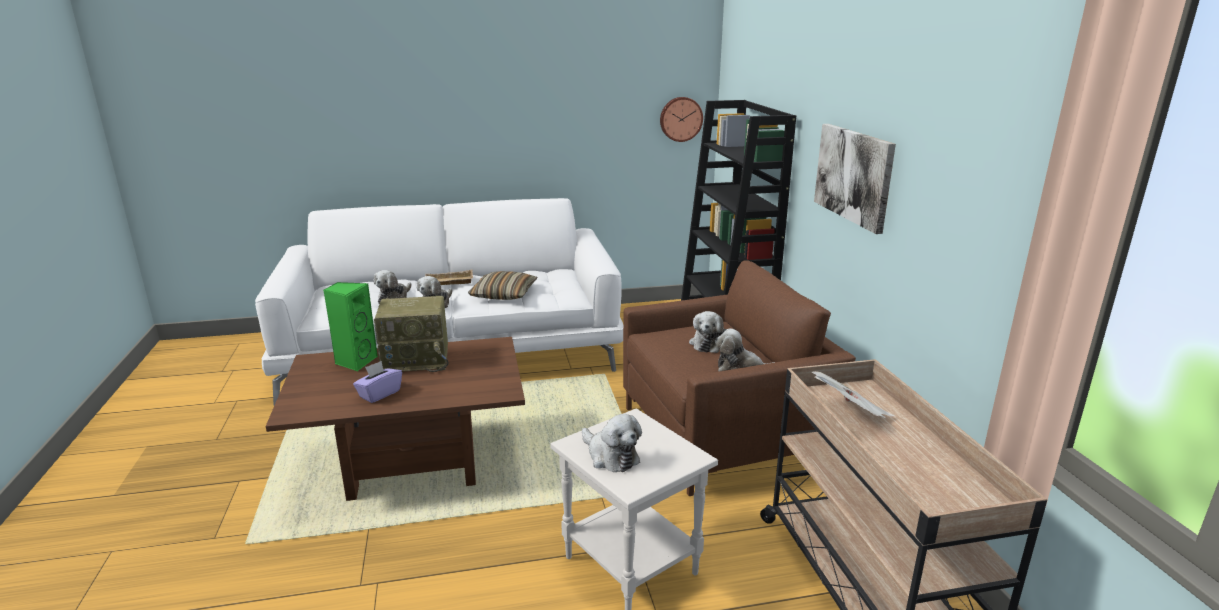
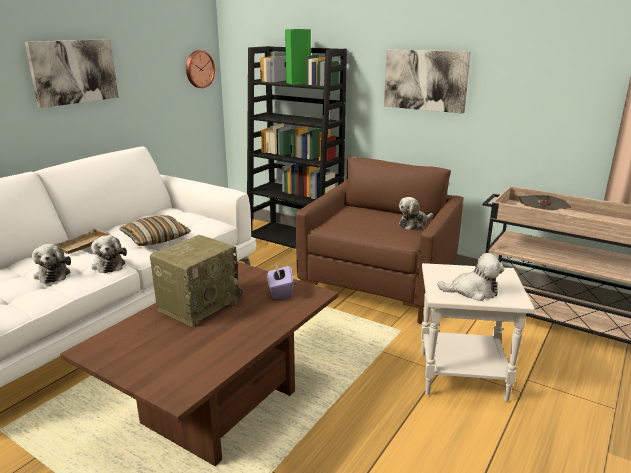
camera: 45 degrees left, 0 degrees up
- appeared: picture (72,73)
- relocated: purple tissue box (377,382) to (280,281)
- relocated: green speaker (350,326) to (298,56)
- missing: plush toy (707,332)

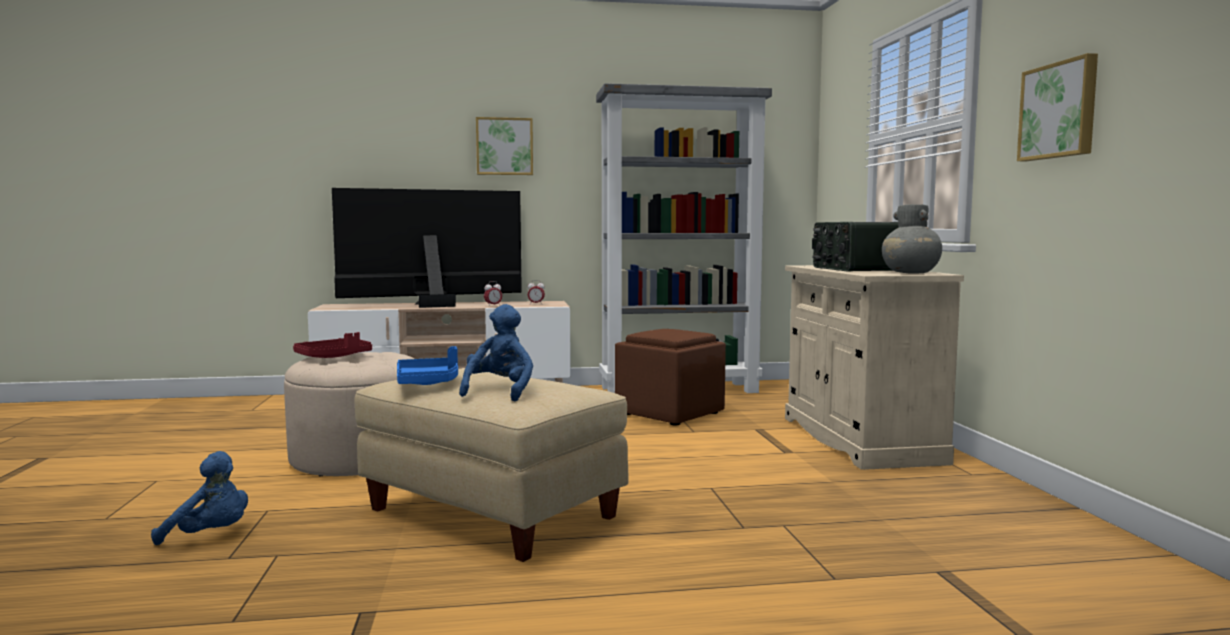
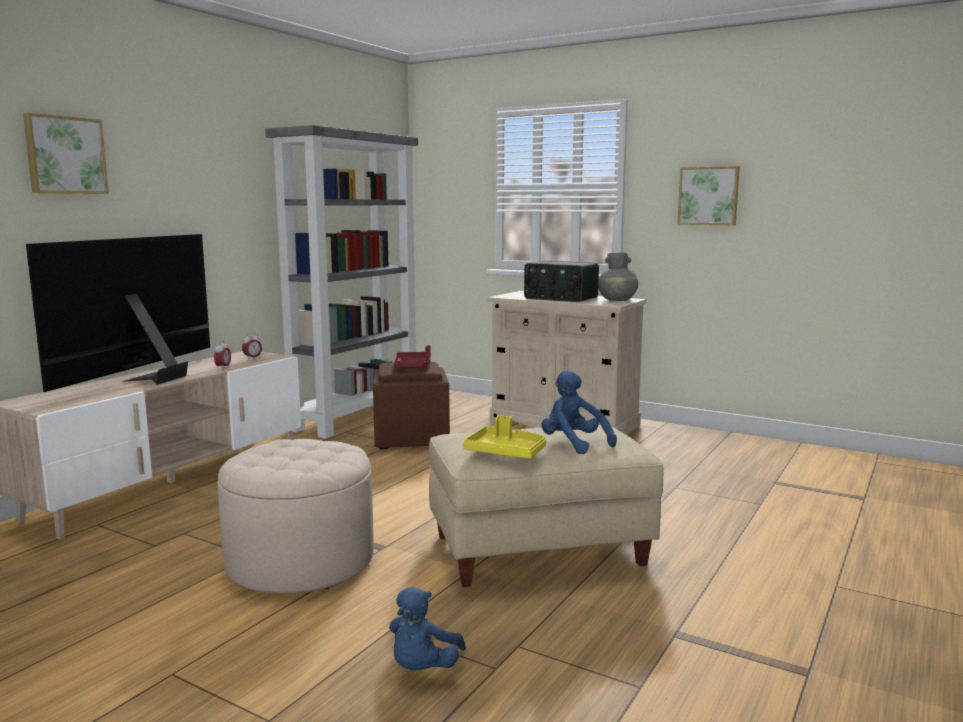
camera: 50 degrees left, 5 degrees up
- relocated: picture (504,146) to (66,153)
- spun: blue plush toy (199,498) = (427,628) 150 degrees clockwise
- relocated: red tray (332,345) to (412,356)
- colour: blue tray (427,365) to yellow tray (504,437)

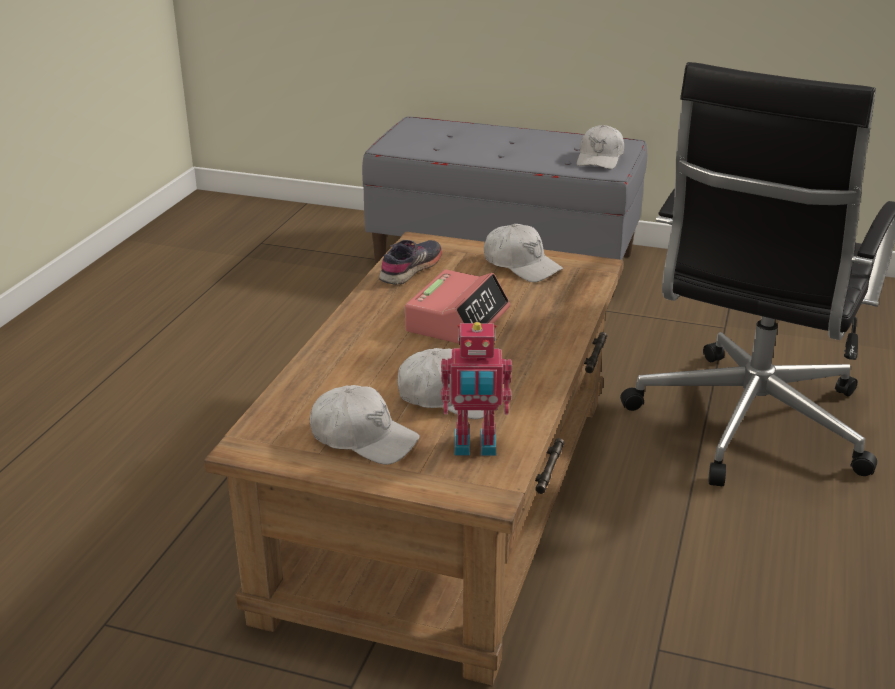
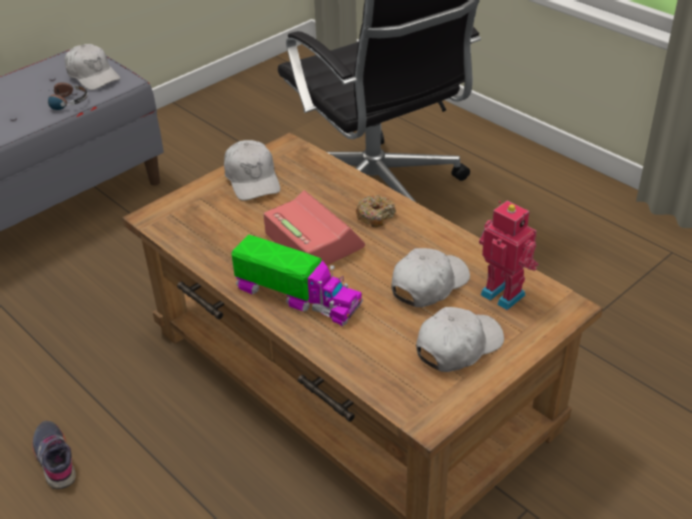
camera: 60 degrees left, 10 degrees up
- relocated: grey shoe (410,262) to (54,455)
- appeared: headphones (67,96)
- spun: white cap (523,253) = (252,170) 90 degrees clockwise
- appeared: toy truck (297,280)
- appeared: donut (376,211)
- spun: toy robot (476,389) = (508,255) 75 degrees counterclockwise

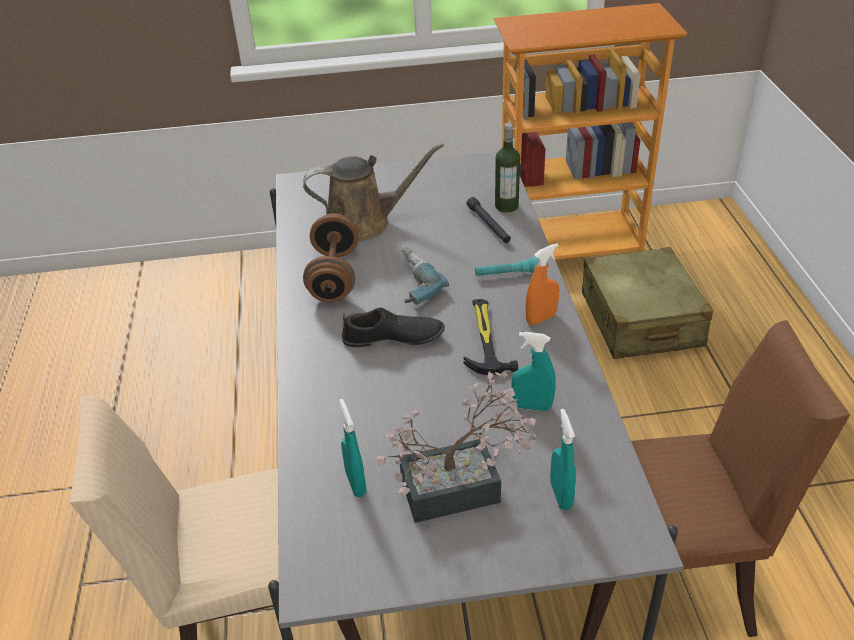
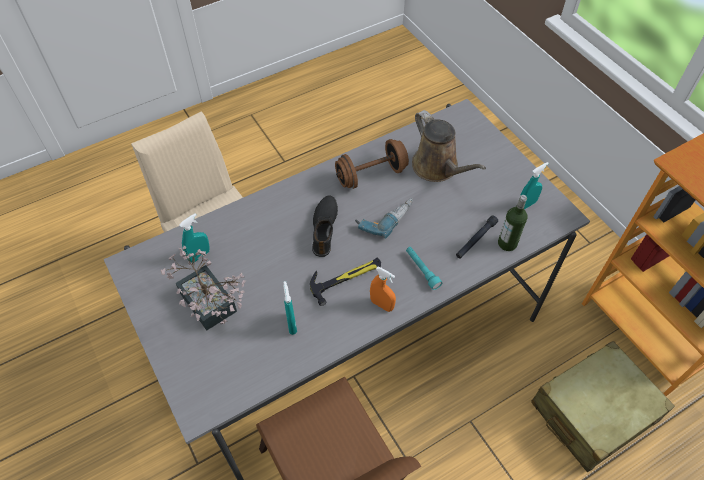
camera: 65 degrees right, 15 degrees up
- spun: black shoe (393,327) = (325,226) 150 degrees counterclockwise
- relocated: turquoise spray bottle (563,459) to (534,185)

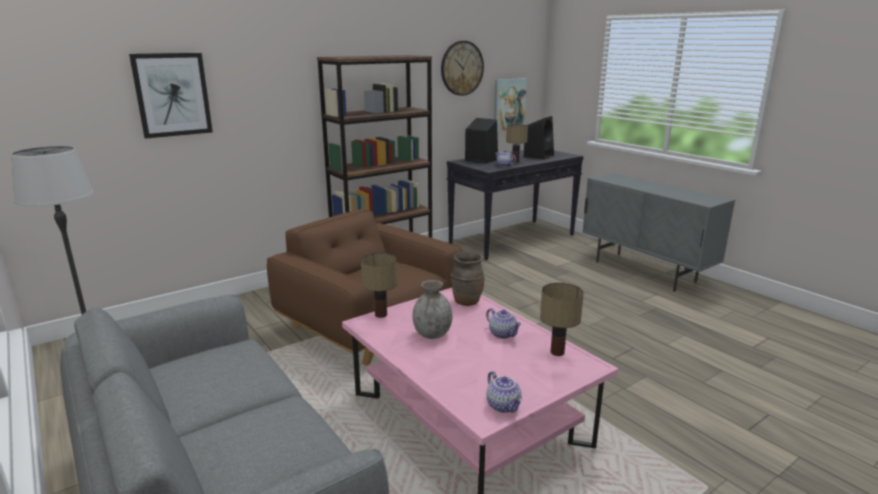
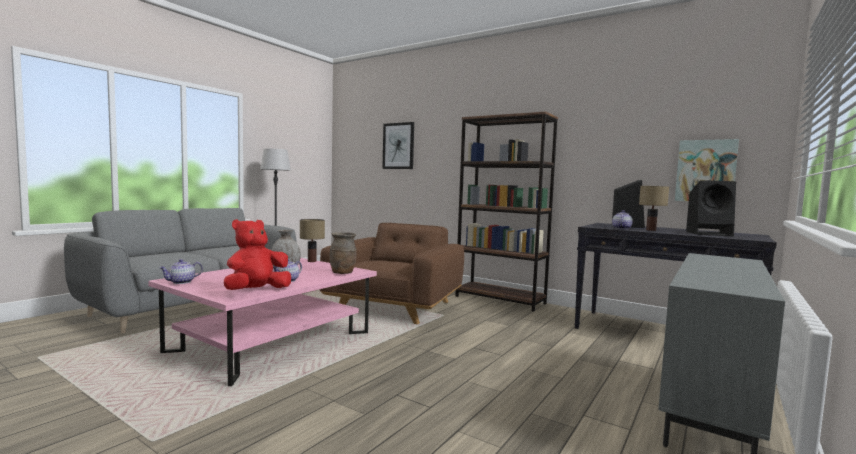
camera: 70 degrees right, 15 degrees down
- exchanged: table lamp (562,319) to red plush toy (257,254)
- missing: wall clock (462,68)

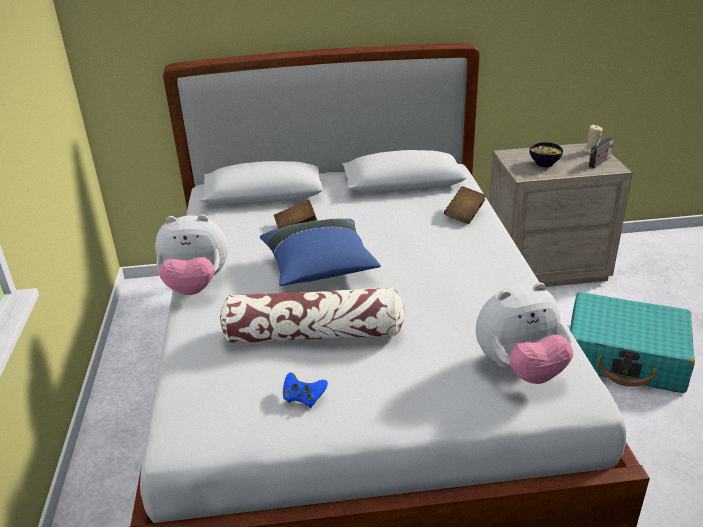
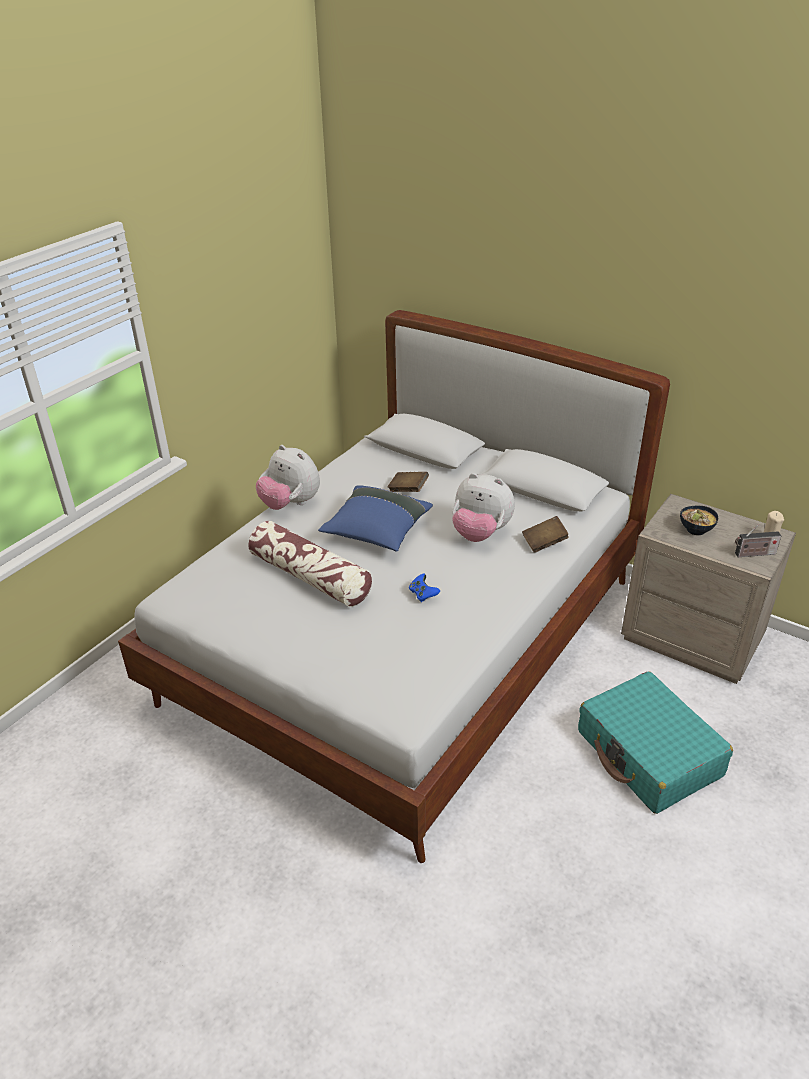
camera: 40 degrees right, 5 degrees up
- relocated: blue game controller (305,390) to (424,588)
- relocated: plush toy (524,333) to (483,507)

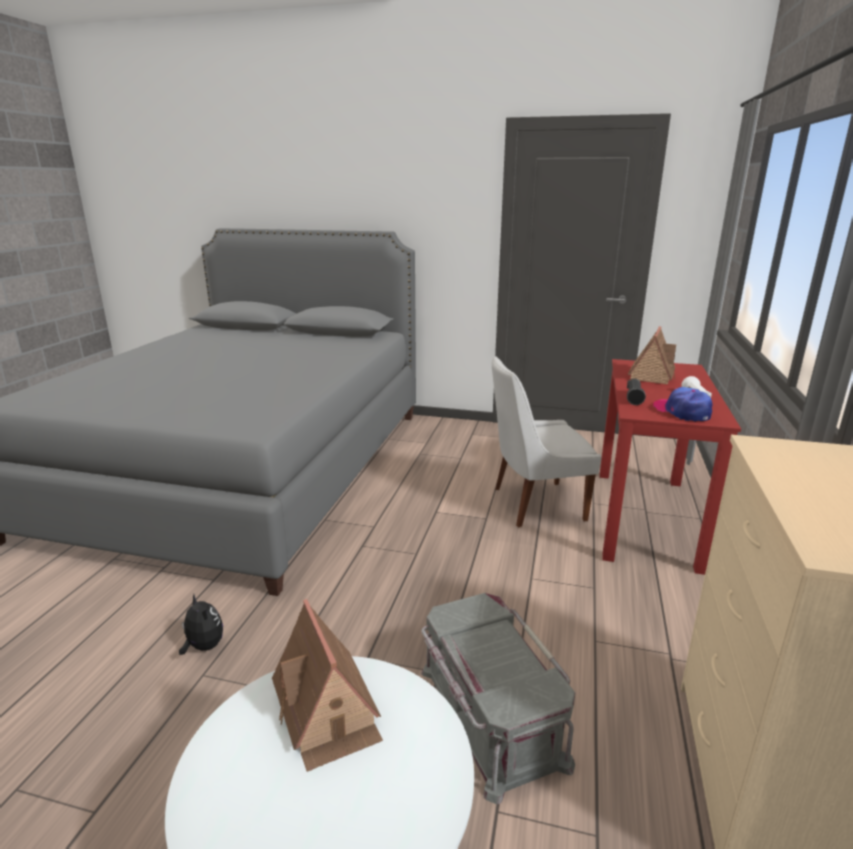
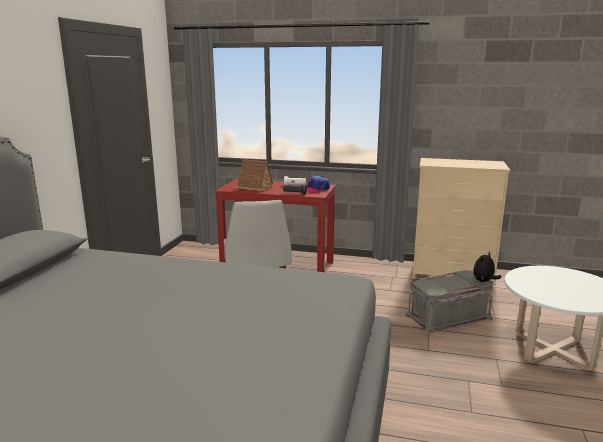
camera: 90 degrees left, 5 degrees down
- relocated: plush toy (201,624) to (487,267)
- missing: toy house (327,685)

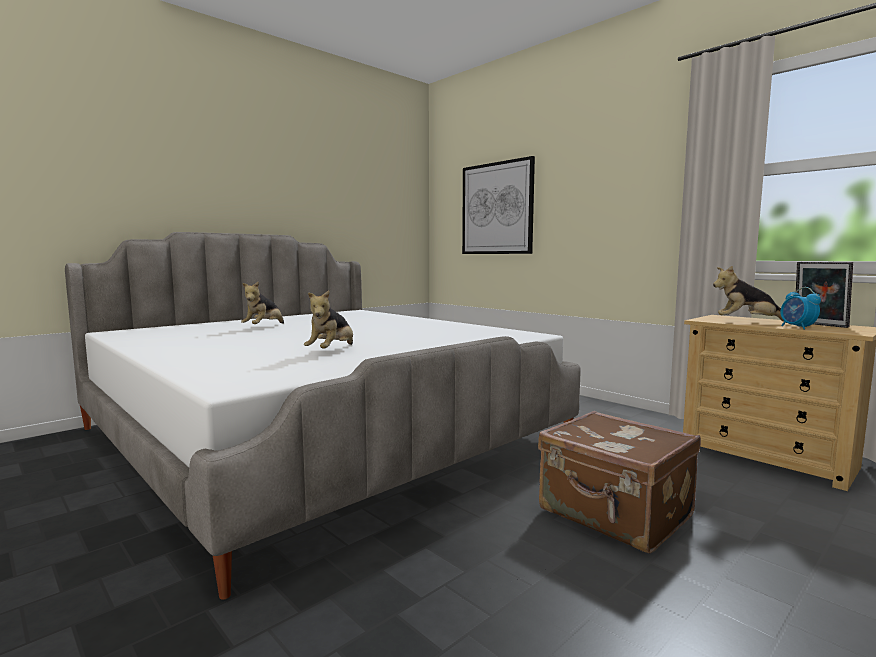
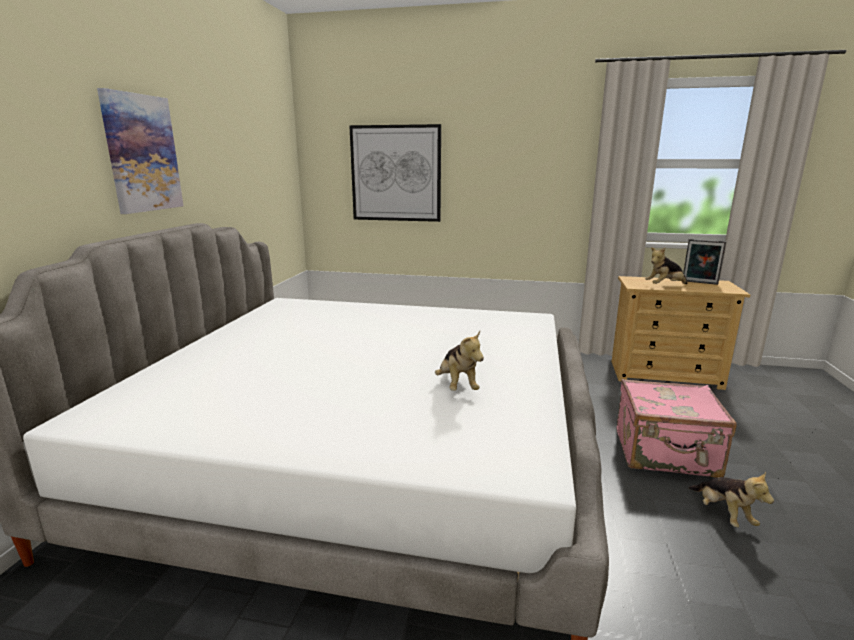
camera: 35 degrees left, 10 degrees up
- appeared: picture (140,151)
- colour: brown suitcase (619,482) to pink suitcase (676,428)
- relocated: plush toy (262,303) to (731,499)
- missing: alarm clock (801,308)

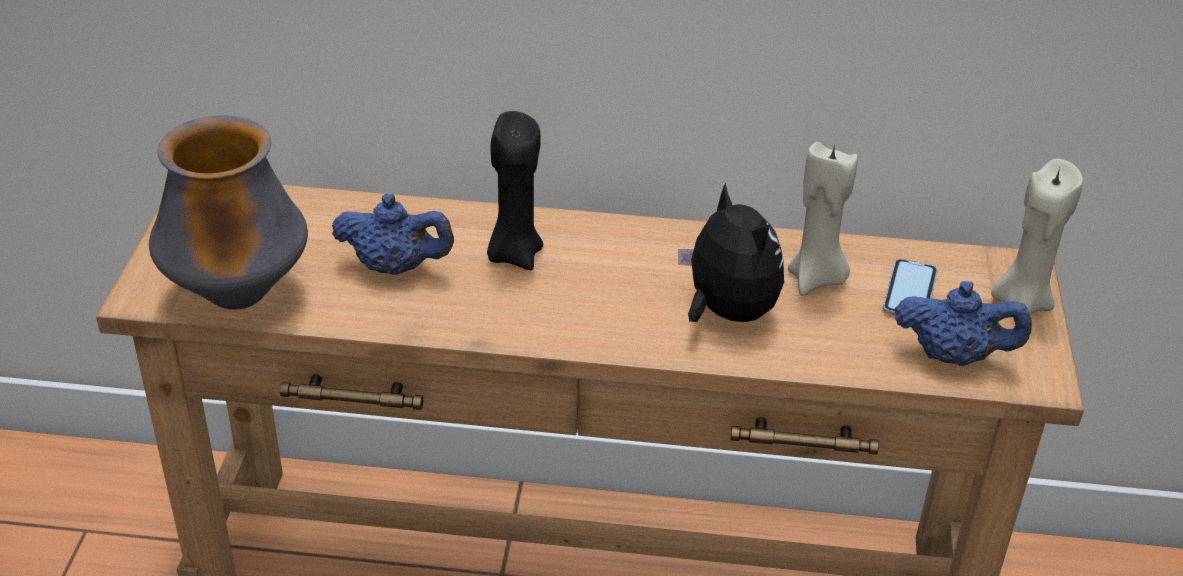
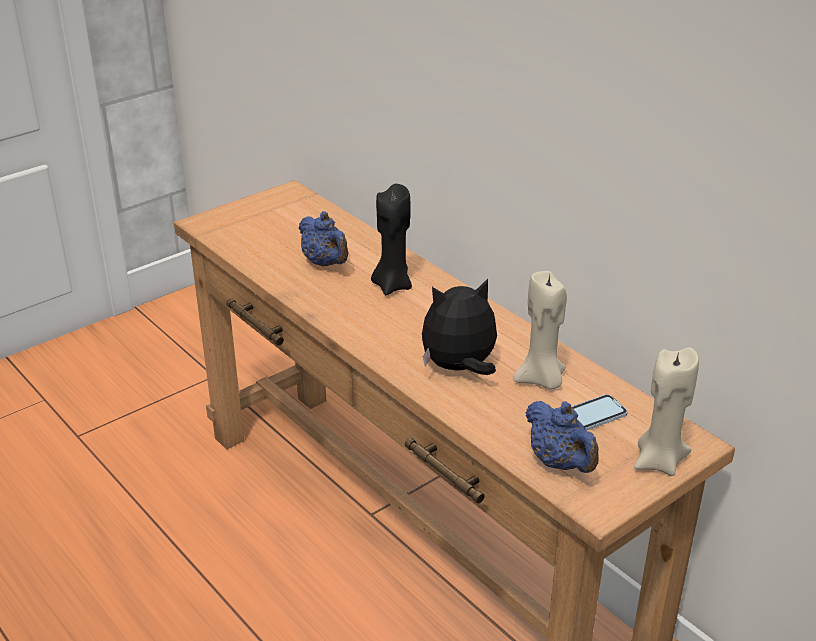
camera: 45 degrees right, 5 degrees down
- spun: plush toy (731,252) = (459,327) 120 degrees counterclockwise
- missing: vase (228,212)

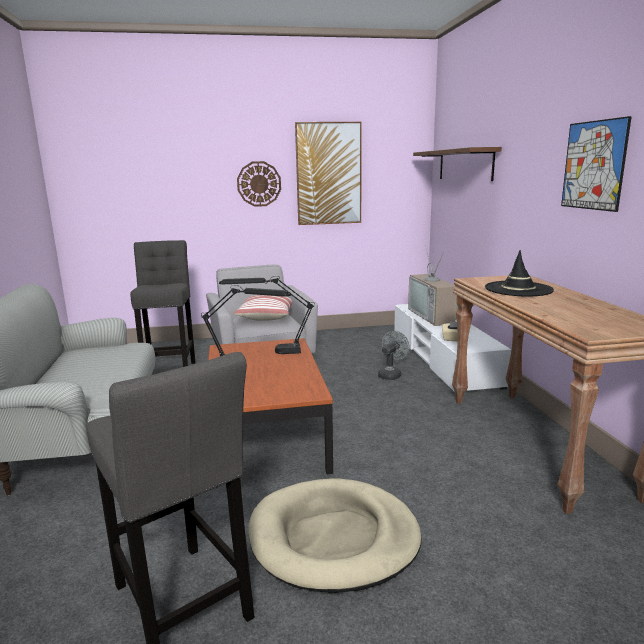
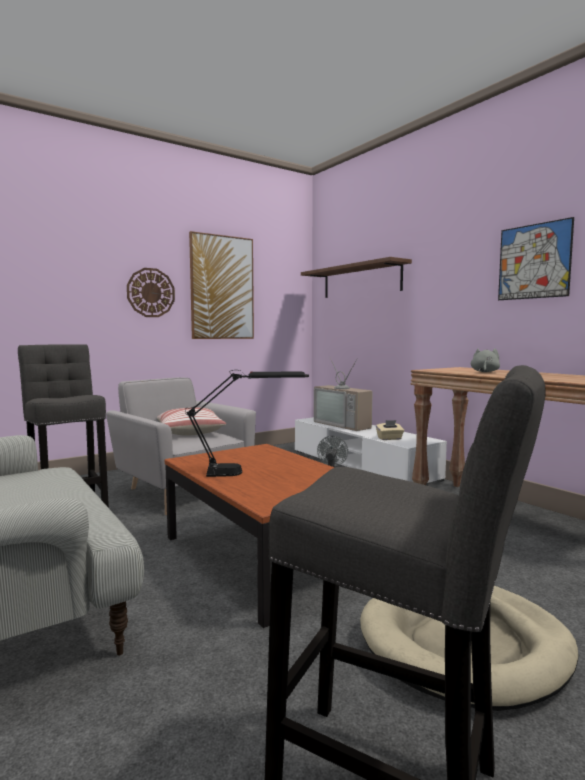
camera: 25 degrees left, 10 degrees down
- exchanged: black hat (519,273) to grey plush toy (485,360)
- missing: black table lamp (267,315)

